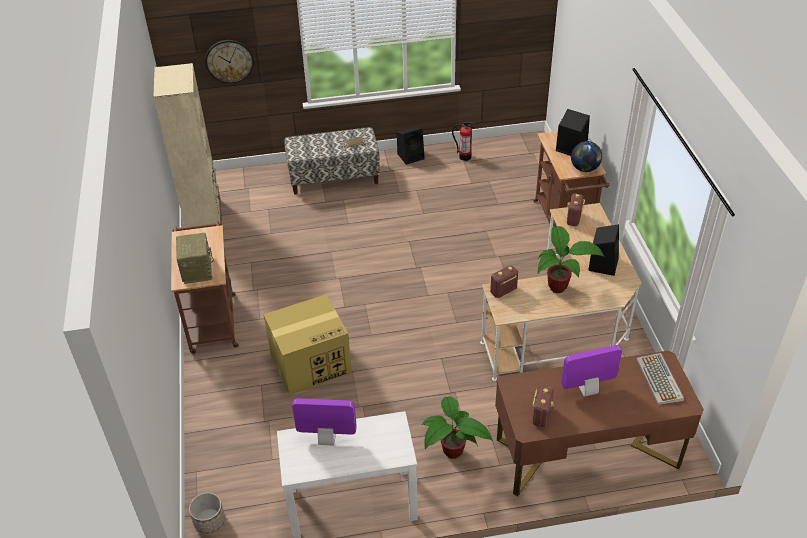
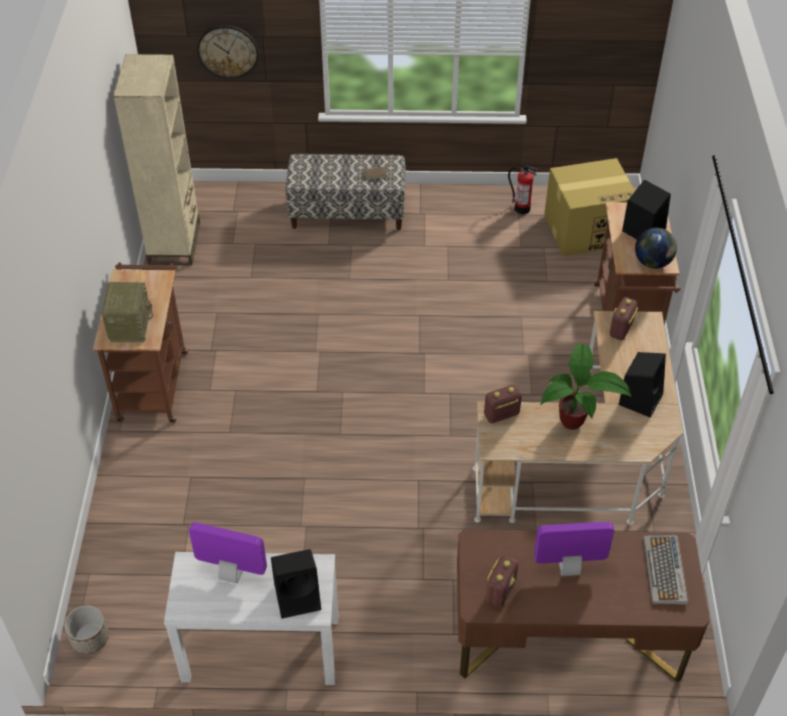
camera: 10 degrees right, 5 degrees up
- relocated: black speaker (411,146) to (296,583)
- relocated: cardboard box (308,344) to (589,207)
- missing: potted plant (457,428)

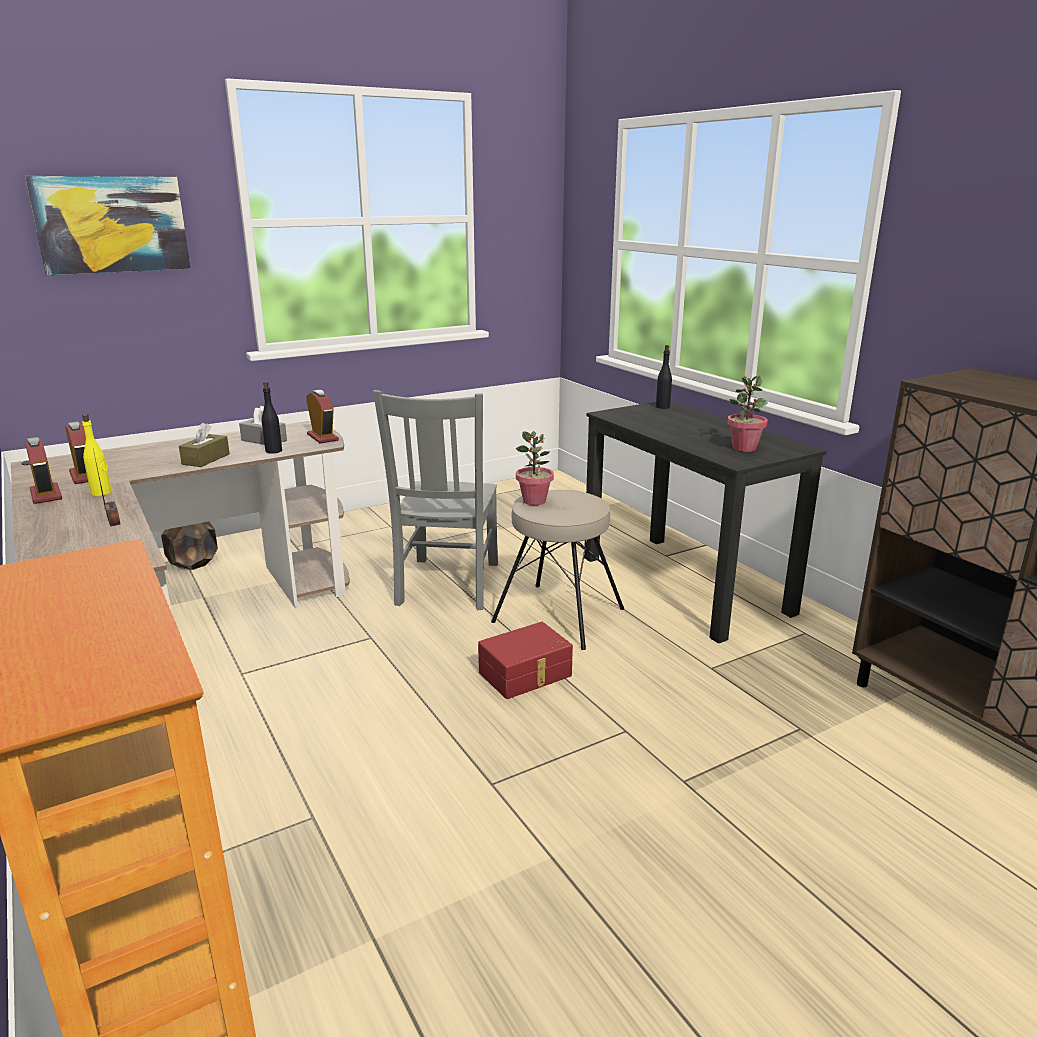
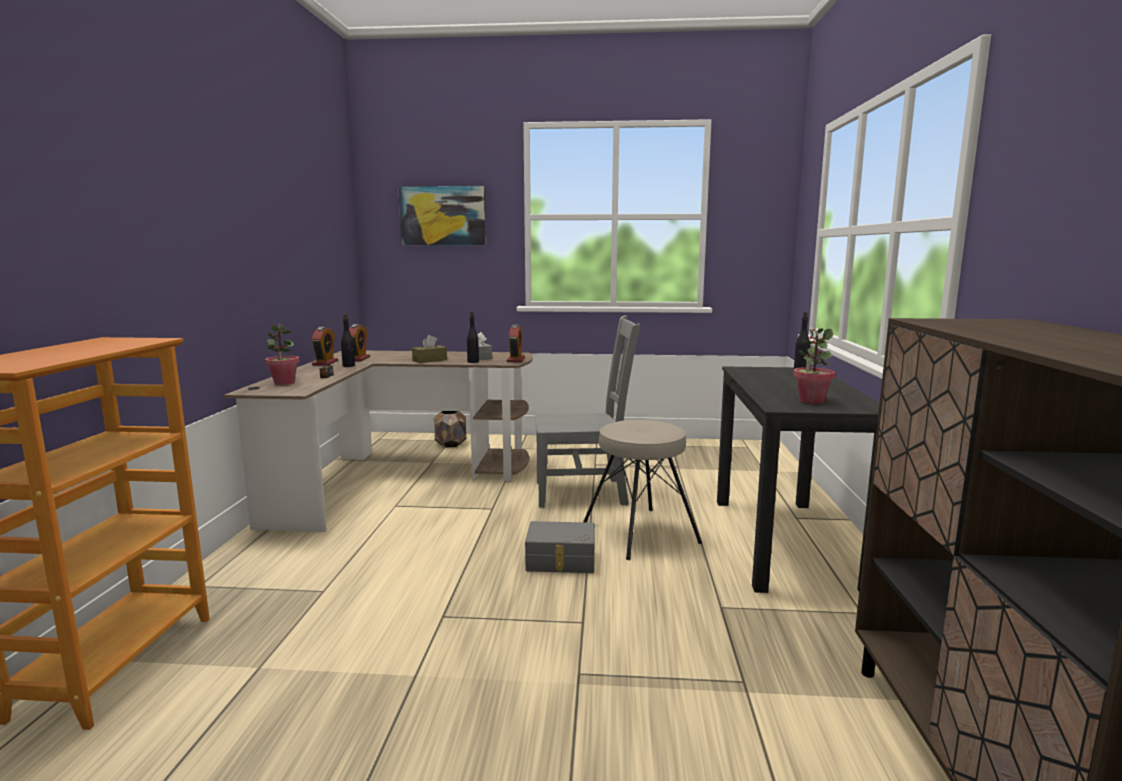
camera: 35 degrees right, 10 degrees down
- relocated: potted plant (535,468) to (282,354)
- colour: yellow bottle (97,455) to black bottle (348,340)
- colour: red storage box (525,660) to grey storage box (560,547)
- spun: grey chair (435,500) = (588,411) 135 degrees counterclockwise

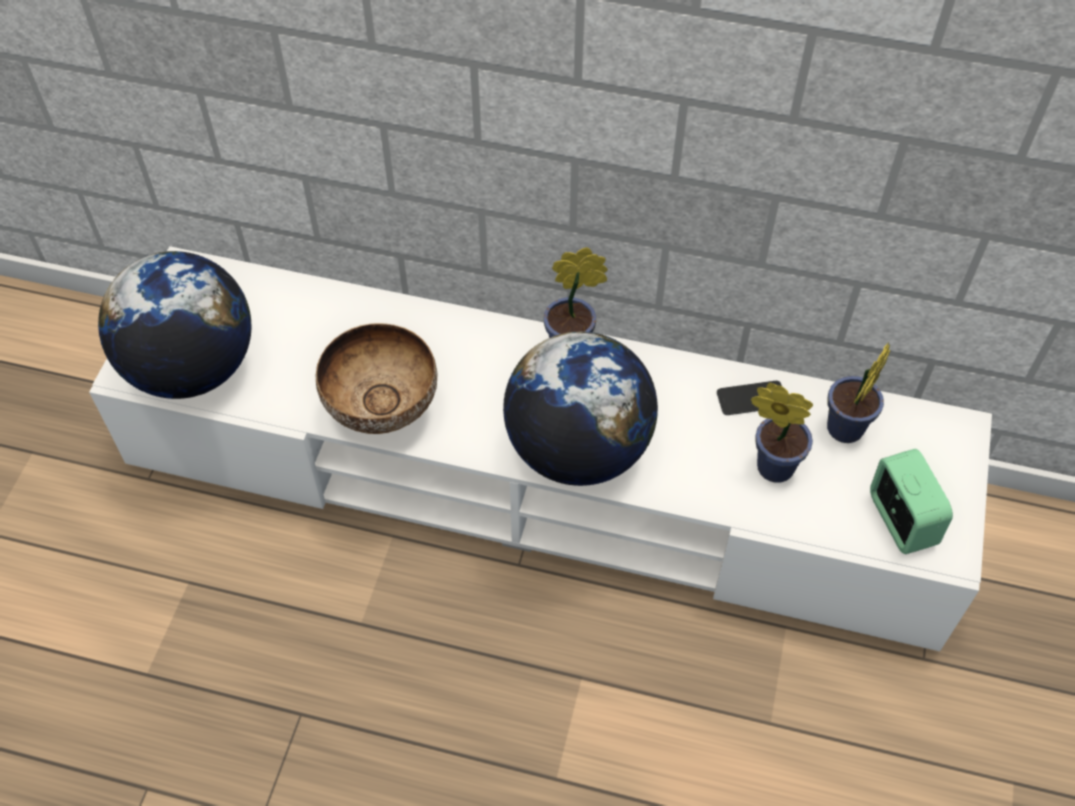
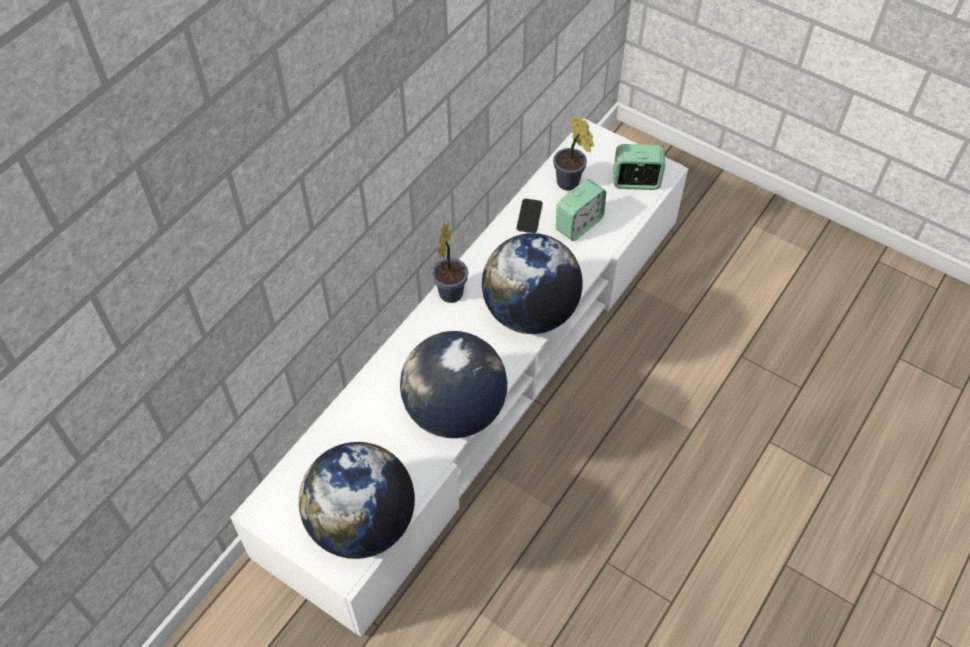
camera: 70 degrees left, 0 degrees up
- exchanged: bowl (376,378) to globe (453,384)
- exchanged: potted plant (782,433) to alarm clock (581,210)

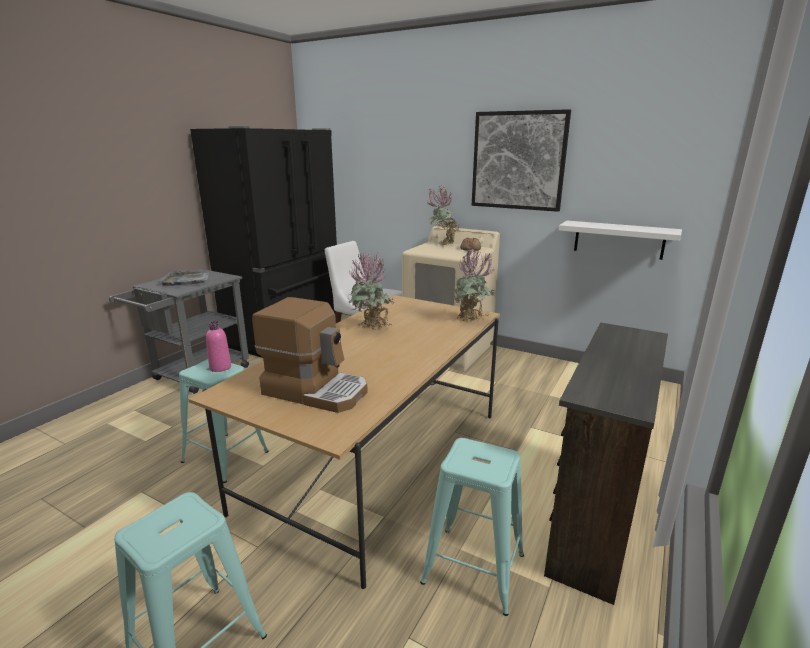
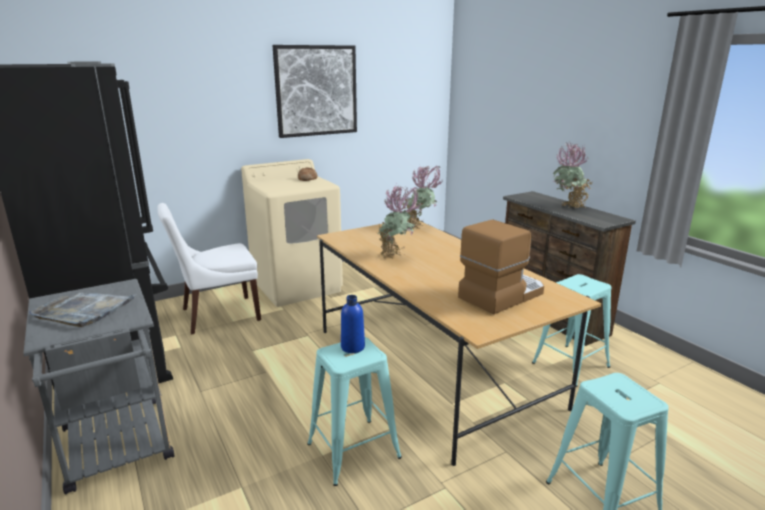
camera: 60 degrees left, 0 degrees up
- colour: pink bottle (218,346) to blue bottle (353,324)
- relocated: potted plant (442,215) to (572,175)
- missing: white shelf (620,240)

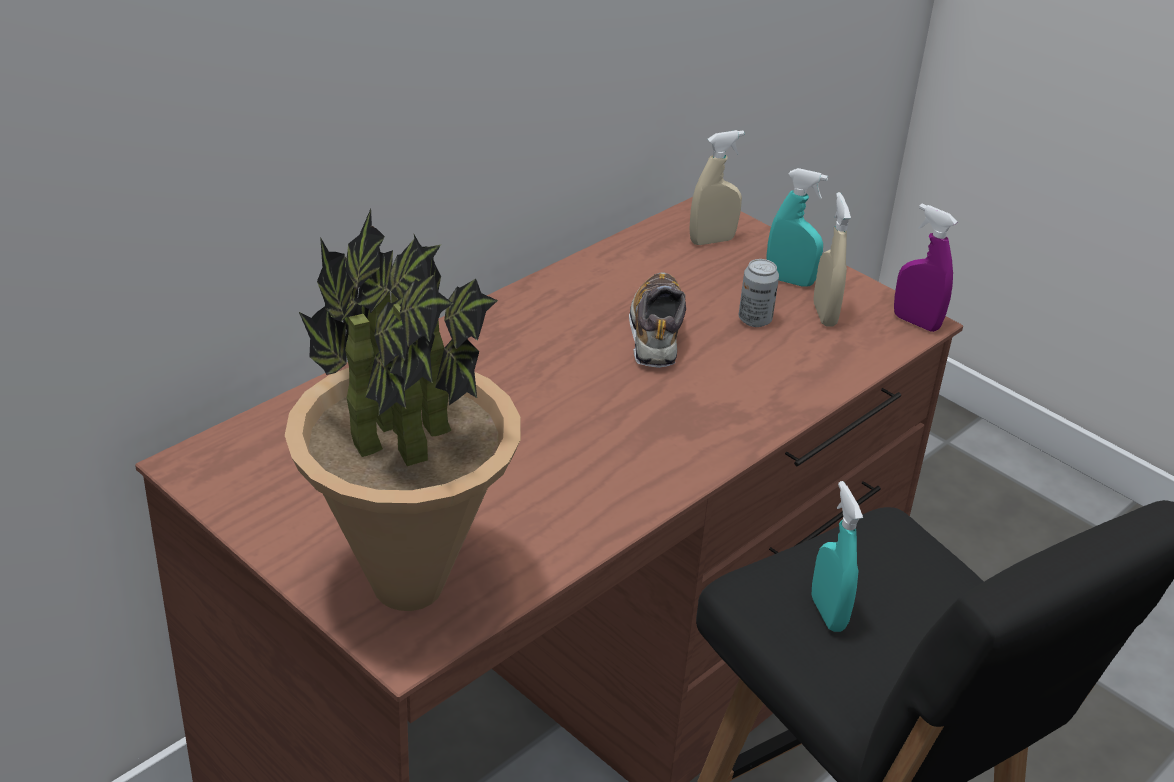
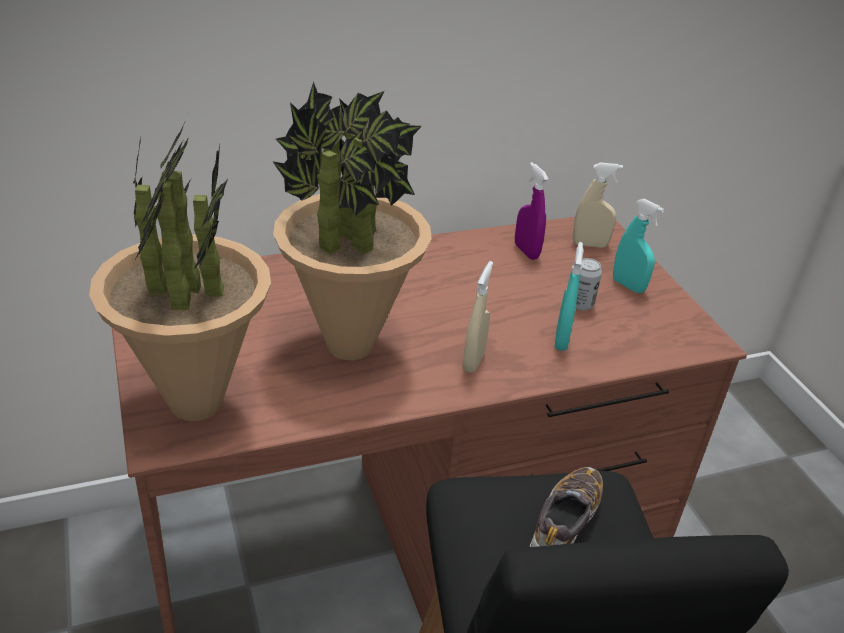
camera: 25 degrees right, 0 degrees up
- appeared: potted plant (352,220)
- relocated: beige spray bottle (832,259) to (477,317)
- relocated: purple spray bottle (925,267) to (532,211)
- relocated: shoe (657,320) to (566,507)
- relocated: turquoise spray bottle (837,556) to (569,296)

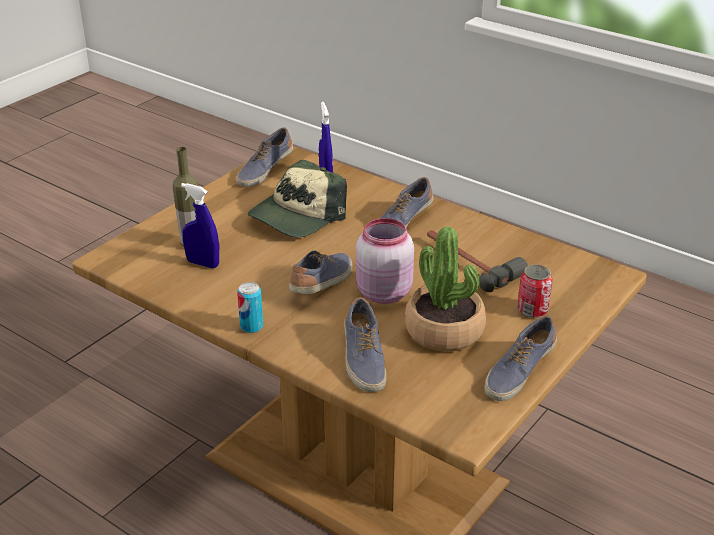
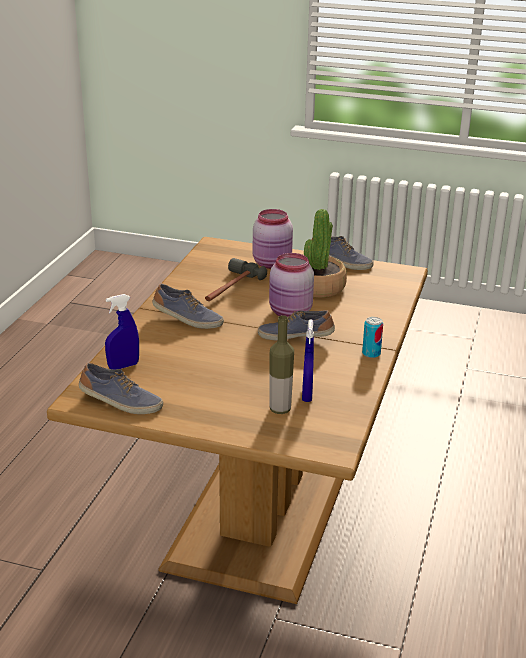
camera: 110 degrees left, 5 degrees down
- exchanged: can (535,291) to pink jar (273,239)
- missing: cap (297,198)
- missing: shoe (365,344)

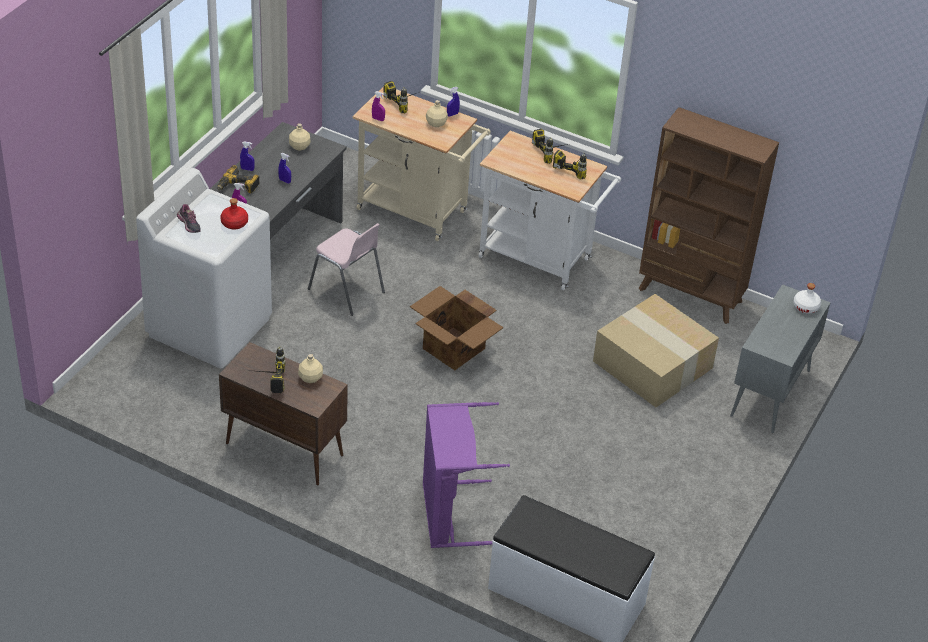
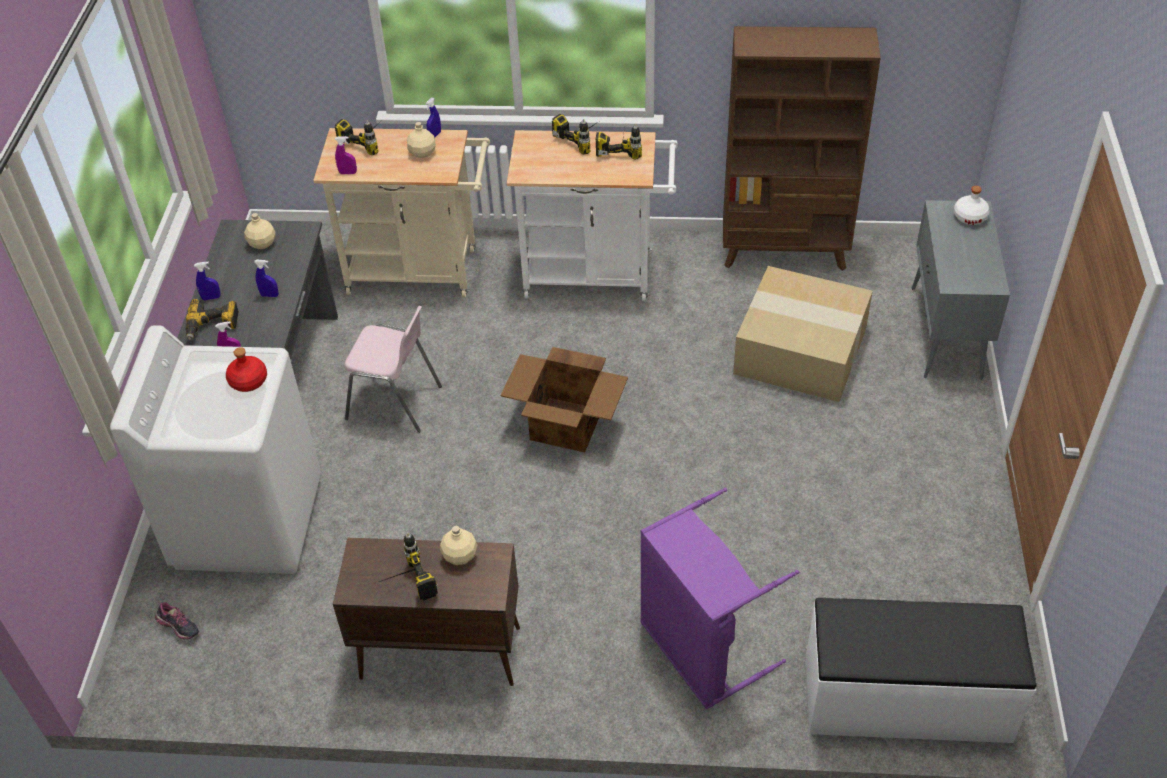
camera: 20 degrees left, 5 degrees up
- relocated: shoe (189,218) to (177,621)

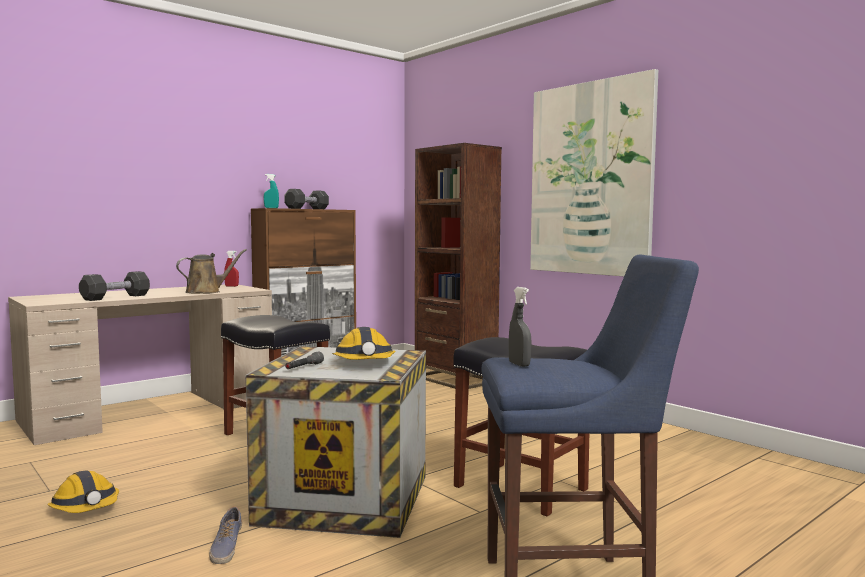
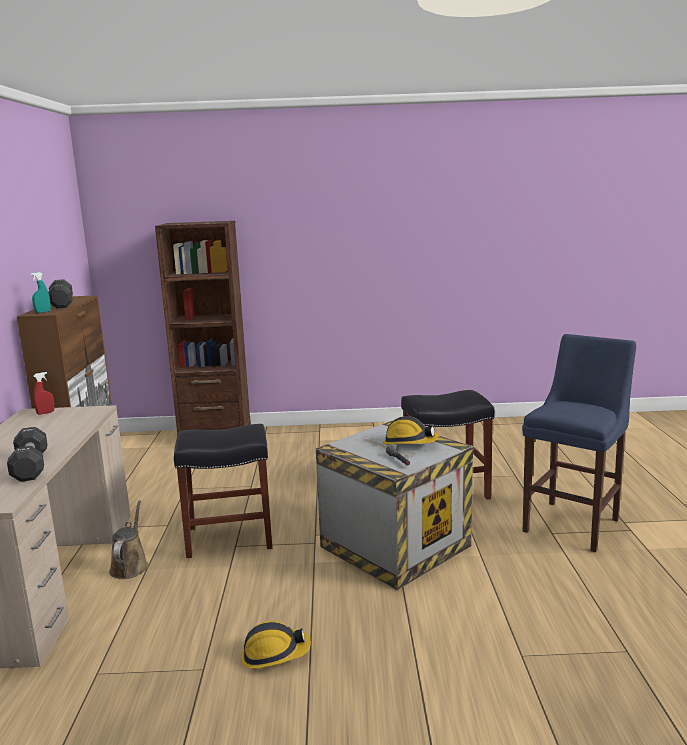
camera: 50 degrees left, 10 degrees up
- relocated: brown watering can (211,271) to (129,539)
- missing: shoe (225,535)
- missing: grey spray bottle (520,327)
- missing: picture (594,172)

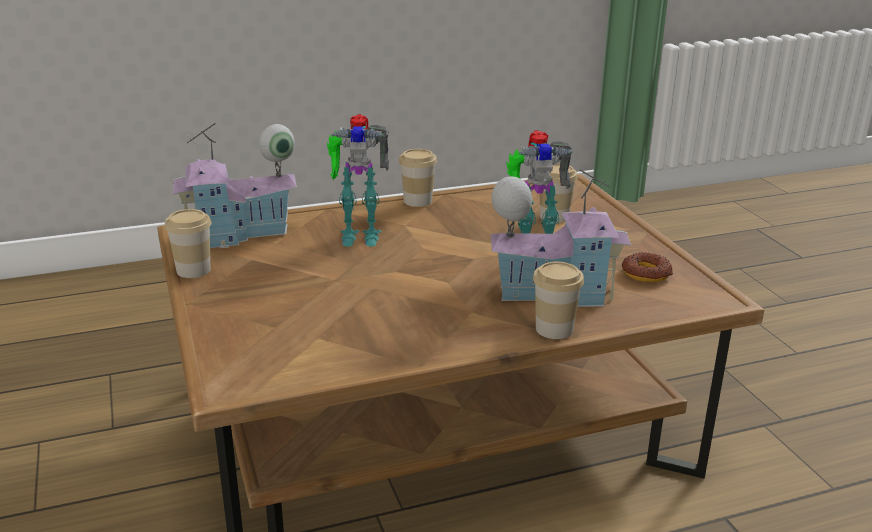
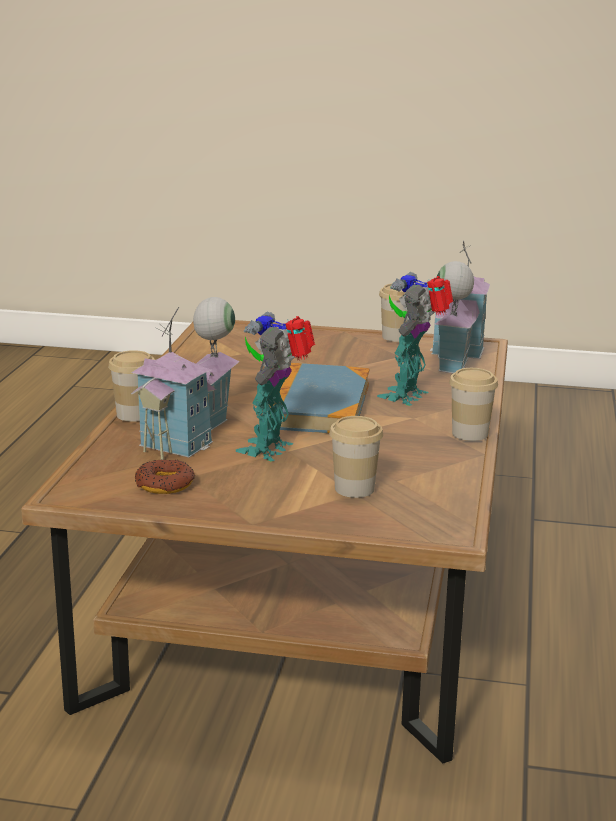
camera: 120 degrees right, 5 degrees down
- appeared: book (319,398)

